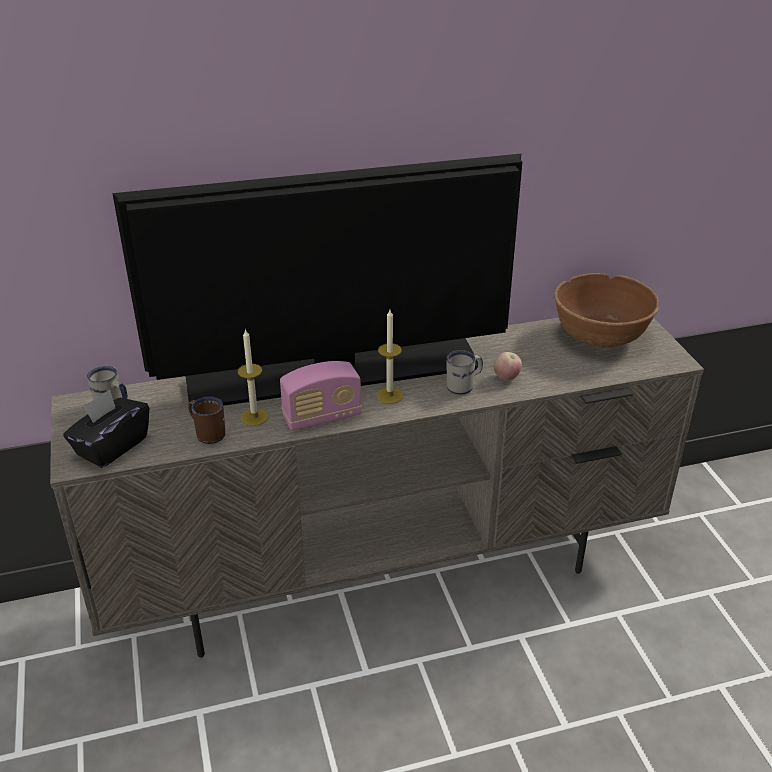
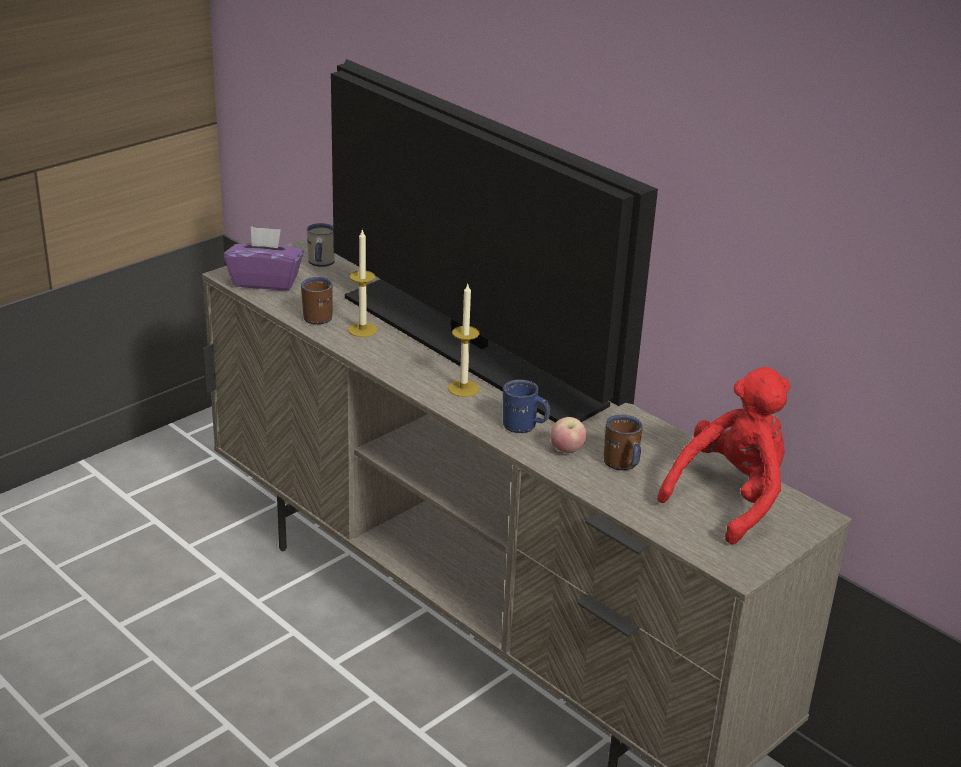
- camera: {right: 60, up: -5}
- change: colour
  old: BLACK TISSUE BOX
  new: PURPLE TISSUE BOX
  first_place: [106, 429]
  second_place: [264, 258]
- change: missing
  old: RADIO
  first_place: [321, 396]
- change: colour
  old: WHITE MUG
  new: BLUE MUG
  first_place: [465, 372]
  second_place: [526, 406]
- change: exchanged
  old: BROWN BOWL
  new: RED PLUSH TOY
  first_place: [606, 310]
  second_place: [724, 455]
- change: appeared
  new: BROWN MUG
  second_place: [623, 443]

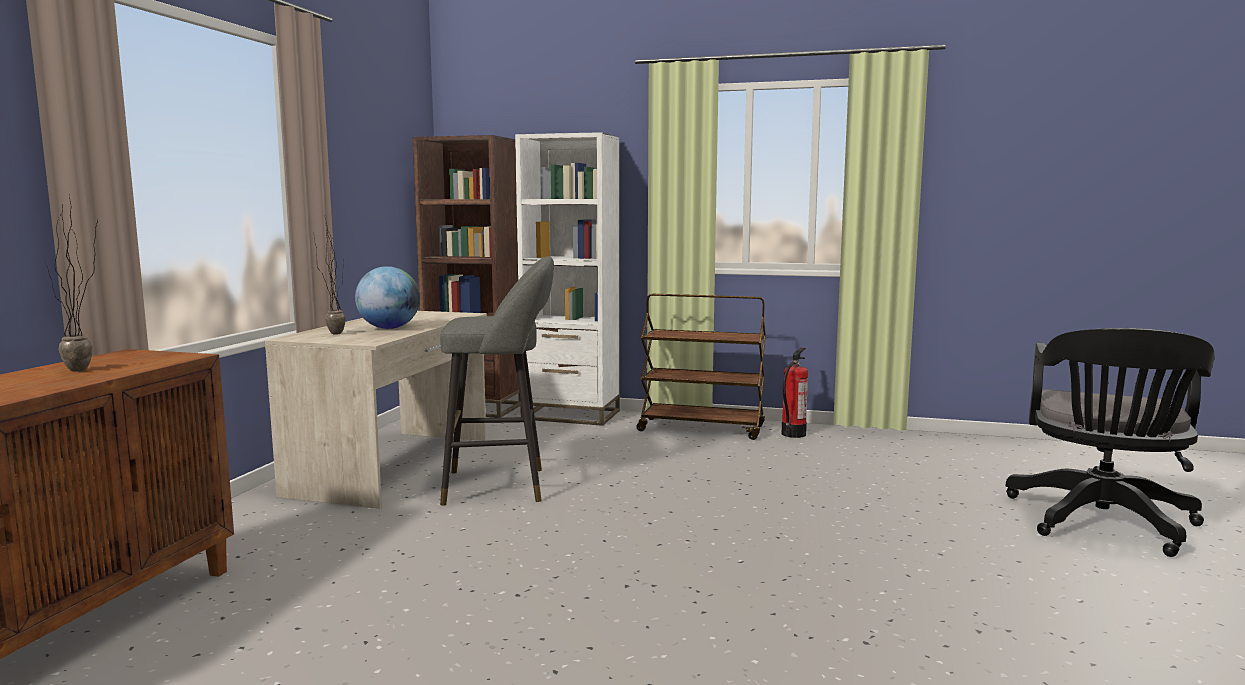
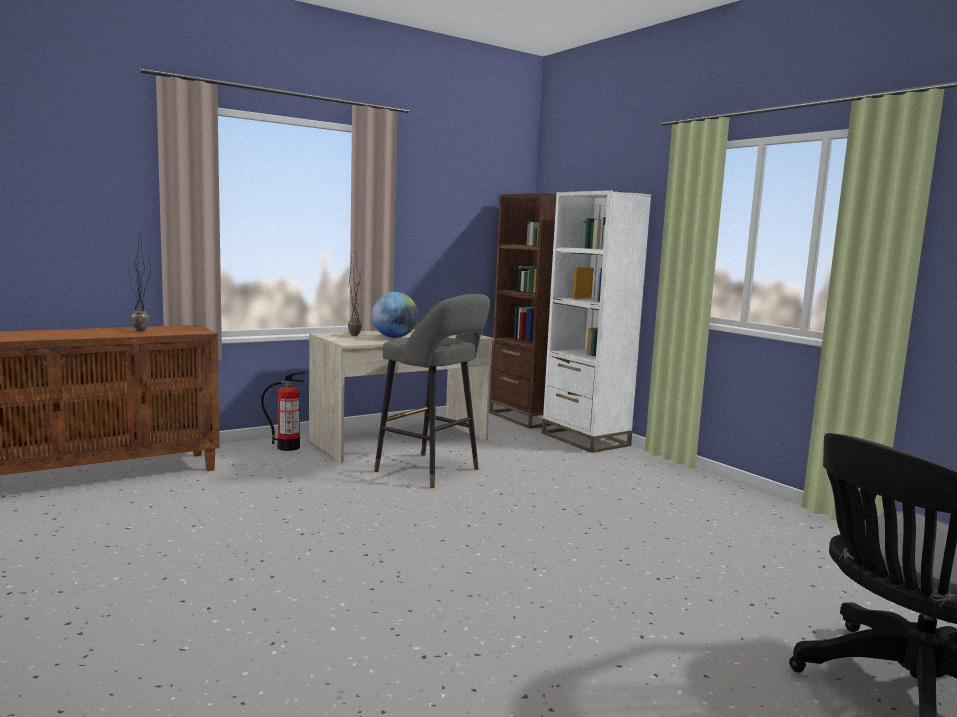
- camera: {right: 40, up: 0}
- change: missing
  old: BROWN CART
  first_place: [701, 367]
- change: relocated
  old: FIRE EXTINGUISHER
  first_place: [795, 392]
  second_place: [283, 411]

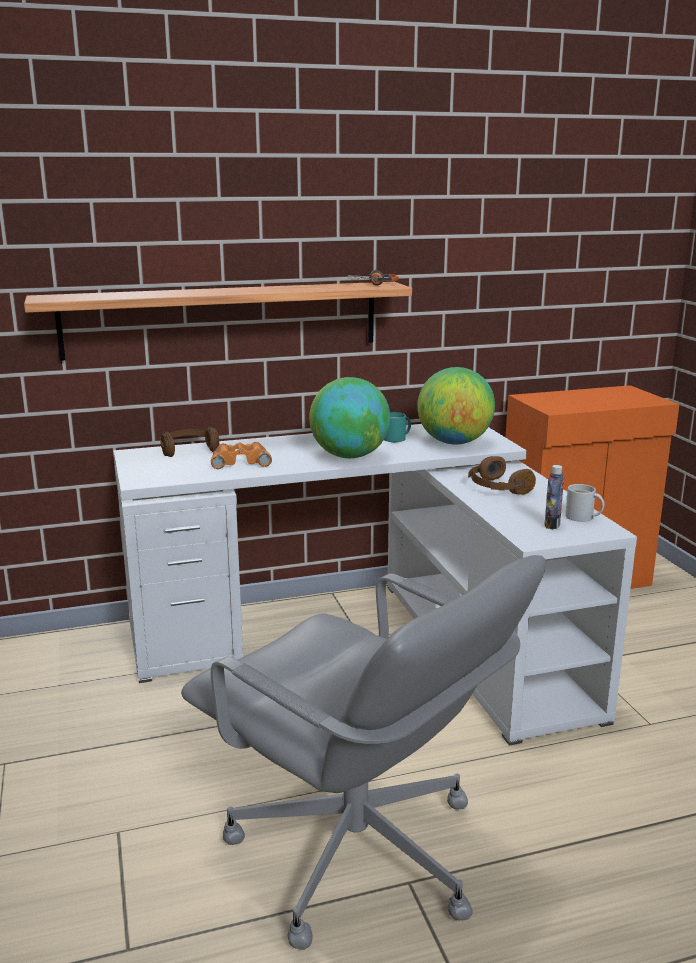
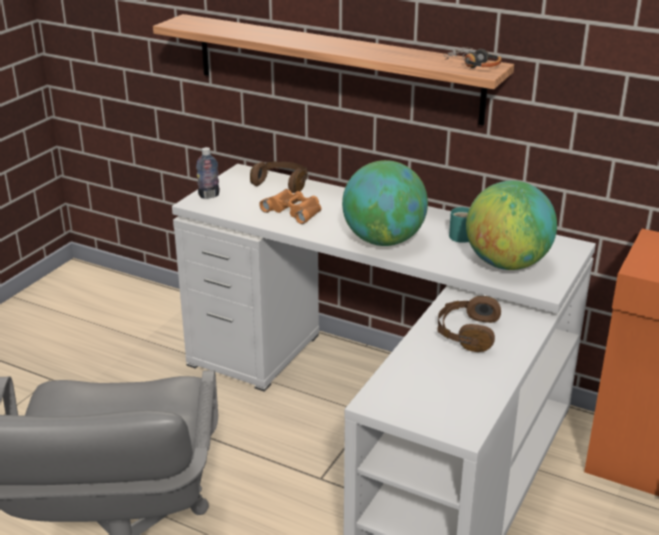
- camera: {right: 45, up: 10}
- change: relocated
  old: BOTTLE
  first_place: [554, 497]
  second_place: [208, 173]
- change: missing
  old: WHITE MUG
  first_place: [584, 503]

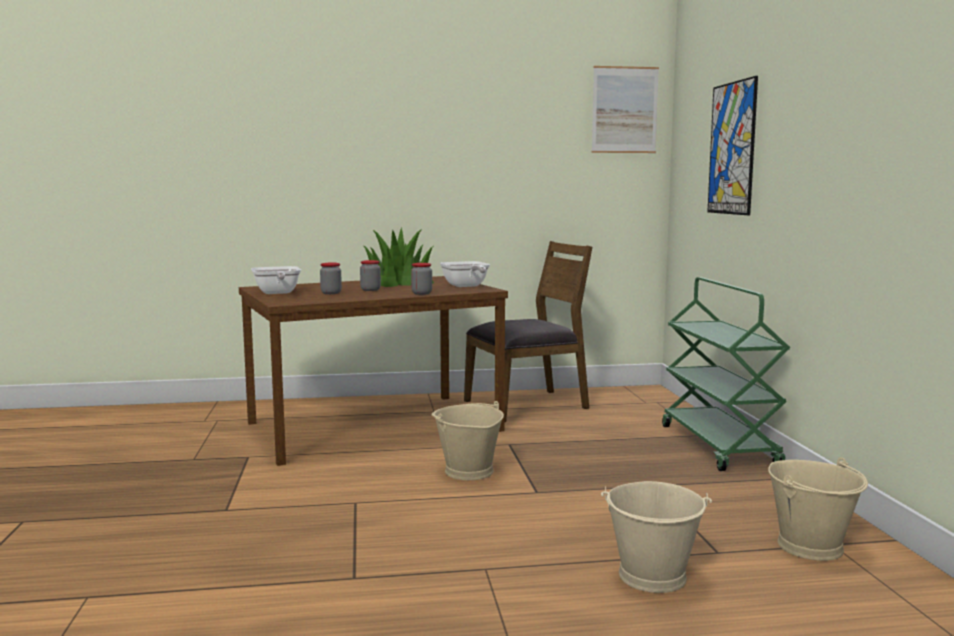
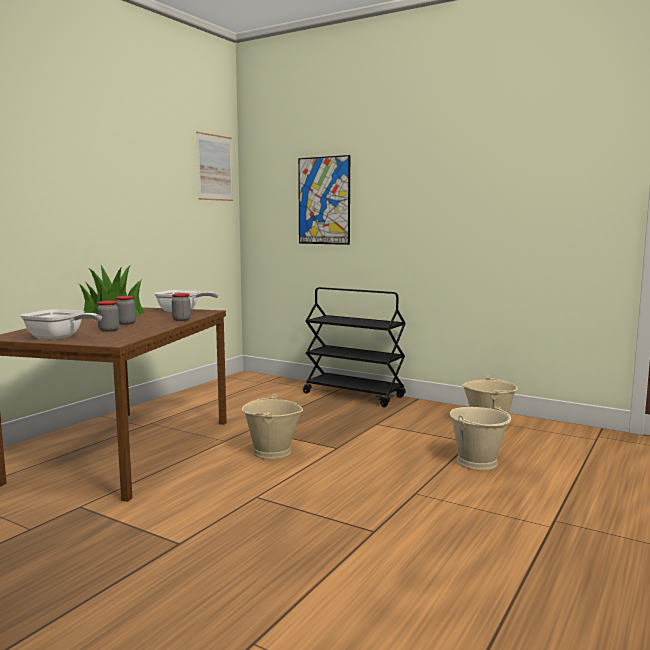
- camera: {right: -50, up: 0}
- change: missing
  old: BROWN CHAIR
  first_place: [528, 331]
- change: colour
  old: GREEN CART
  new: BLACK CART
  first_place: [726, 374]
  second_place: [354, 347]

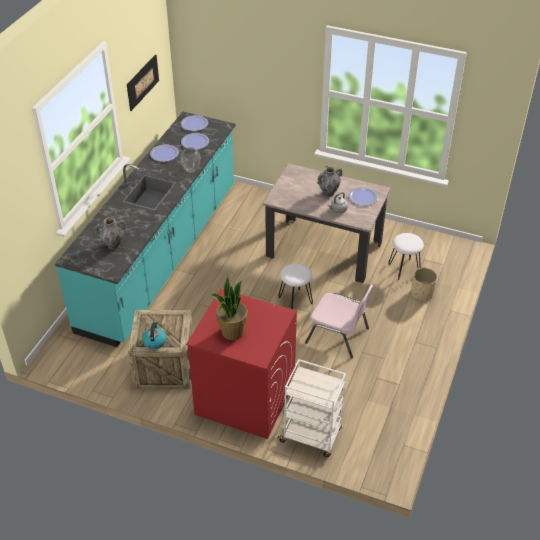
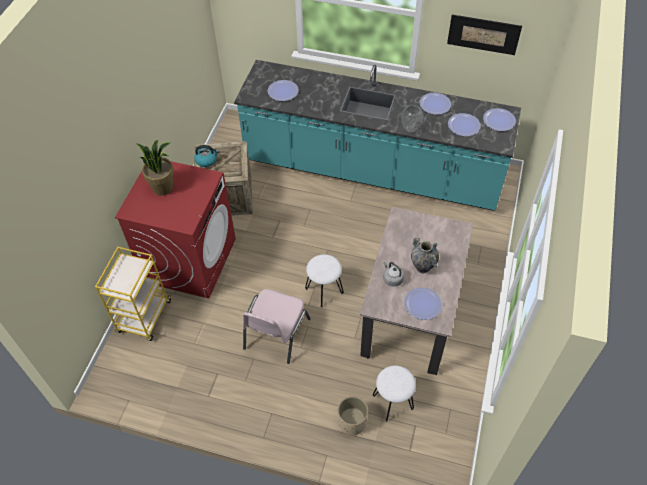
- camera: {right: 85, up: 10}
- change: exchanged
  old: VASE
  new: PLATE
  first_place: [110, 233]
  second_place: [283, 90]
- change: colour
  old: WHITE CART
  new: YELLOW CART
  first_place: [311, 408]
  second_place: [133, 294]

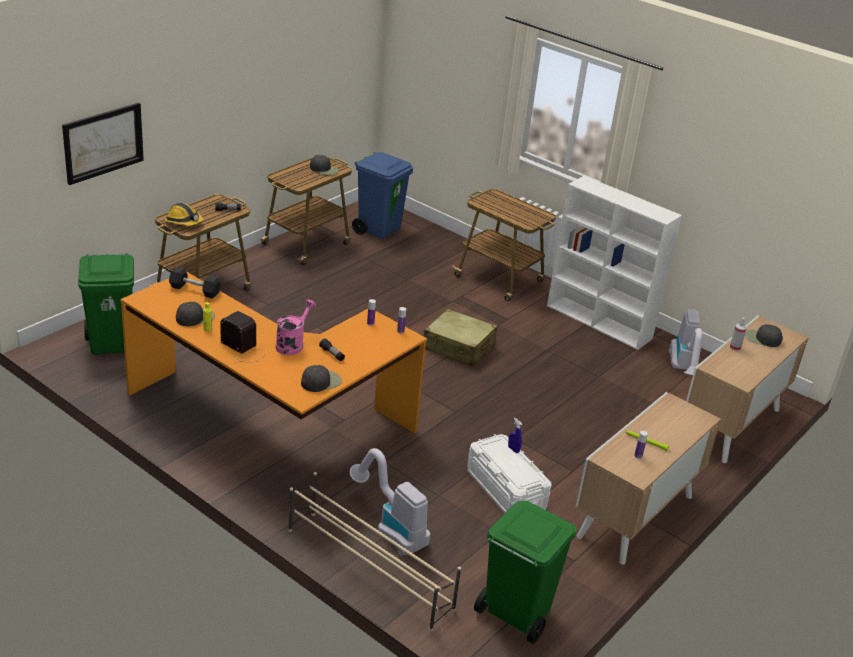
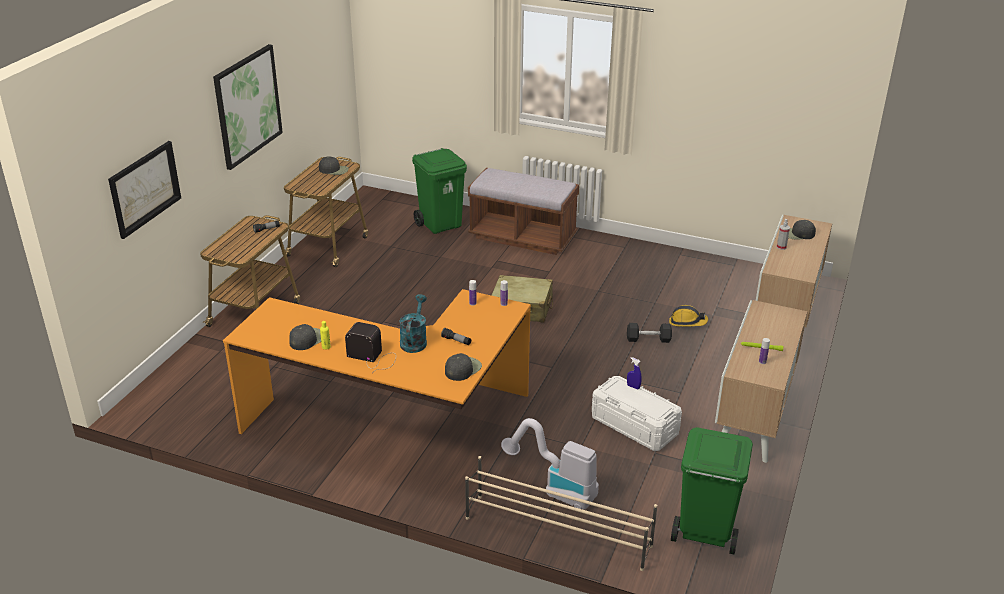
- camera: {right: -15, up: 0}
- change: relocated
  old: GREEN TRASH CAN
  first_place: [106, 304]
  second_place: [439, 191]
- change: relocated
  old: HARD HAT
  first_place: [184, 214]
  second_place: [688, 316]
- change: relocated
  old: BLACK DUMBBELL
  first_place: [195, 282]
  second_place: [649, 333]
- change: colour
  old: PINK WATERING CAN
  new: TURQUOISE WATERING CAN
  first_place: [296, 327]
  second_place: [413, 323]
- change: missing
  old: BLUE TRASH CAN
  first_place: [382, 195]
- change: exchanged
  old: CART
  new: BROWN BENCH
  first_place: [504, 245]
  second_place: [523, 211]
- change: missing
  old: WHITE BOOKCASE
  first_place: [614, 263]
- change: missing
  old: VACUUM CLEANER
  first_place: [686, 342]
- change: appeared
  new: PICTURE
  second_place: [248, 107]

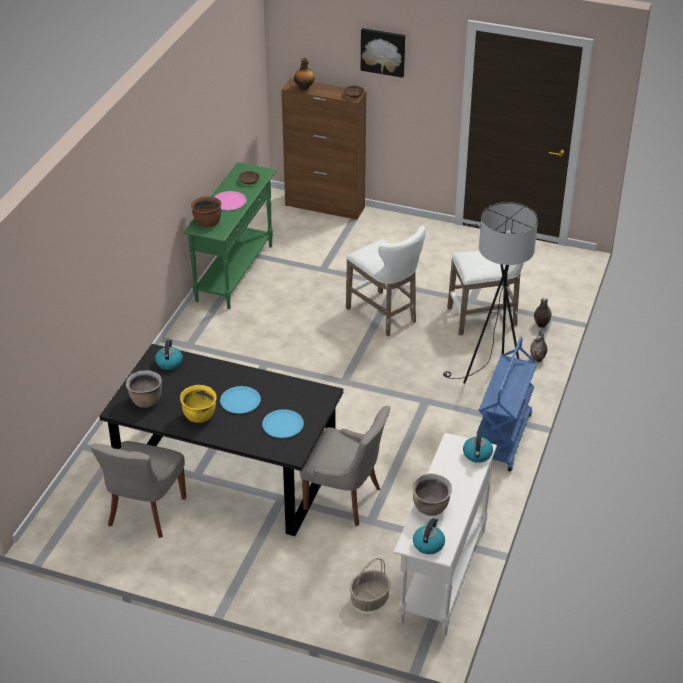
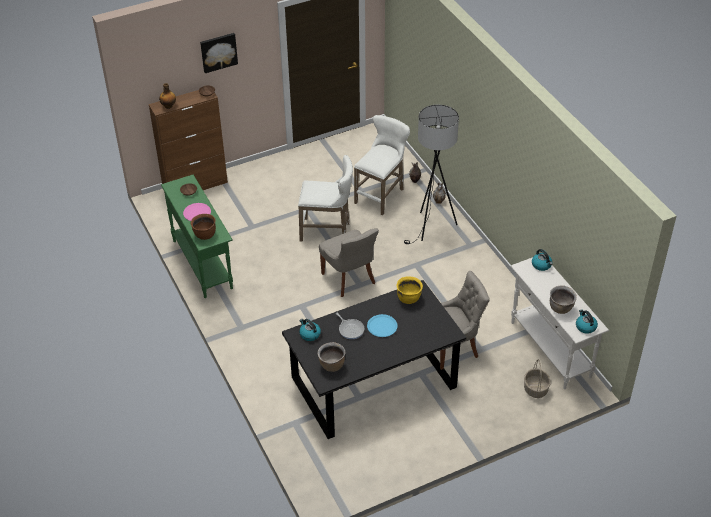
- camera: {right: -45, up: 5}
- change: relocated
  old: GREY CHAIR
  first_place: [138, 489]
  second_place: [349, 262]
- change: relocated
  old: YELLOW COOKING POT
  first_place: [198, 404]
  second_place: [409, 290]
- change: missing
  old: BLUE PLATE
  first_place: [283, 423]
- change: missing
  old: BLUE CART
  first_place: [506, 404]
- change: appeared
  new: FRYING PAN
  second_place: [350, 326]

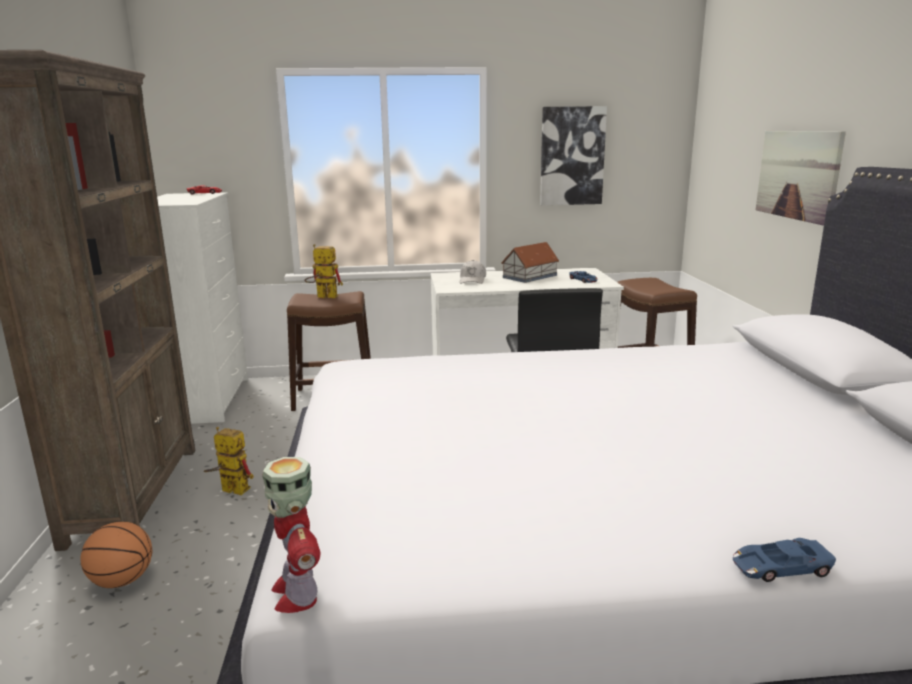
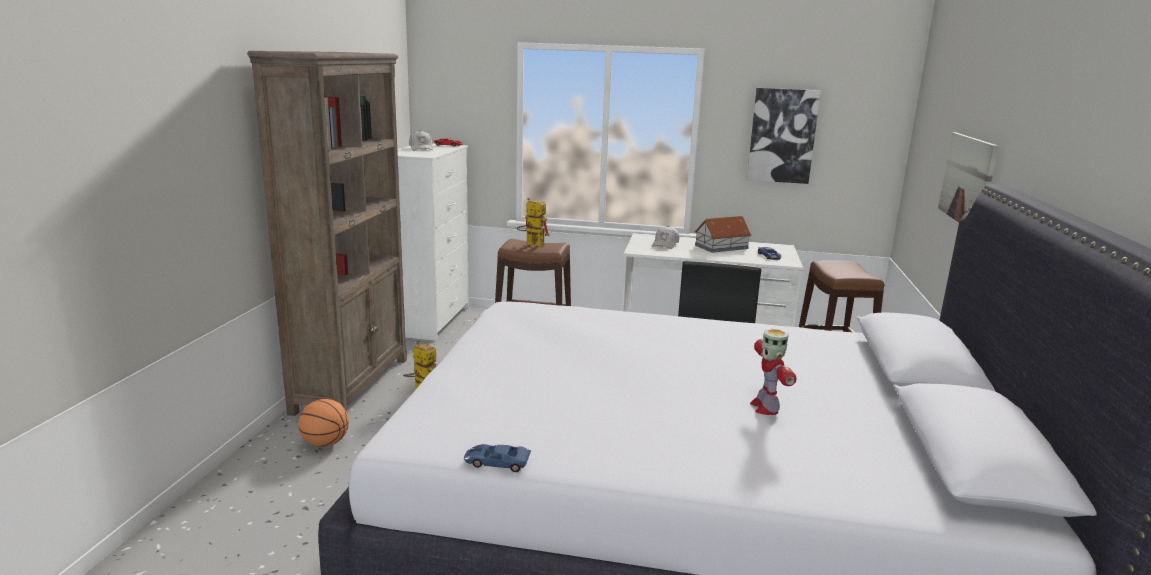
- camera: {right: 15, up: 0}
- change: relocated
  old: TOY ROBOT
  first_place: [291, 535]
  second_place: [773, 372]
- change: relocated
  old: BLUE TOY CAR
  first_place: [784, 560]
  second_place: [497, 458]
- change: appeared
  new: WHITE CAP
  second_place: [421, 141]

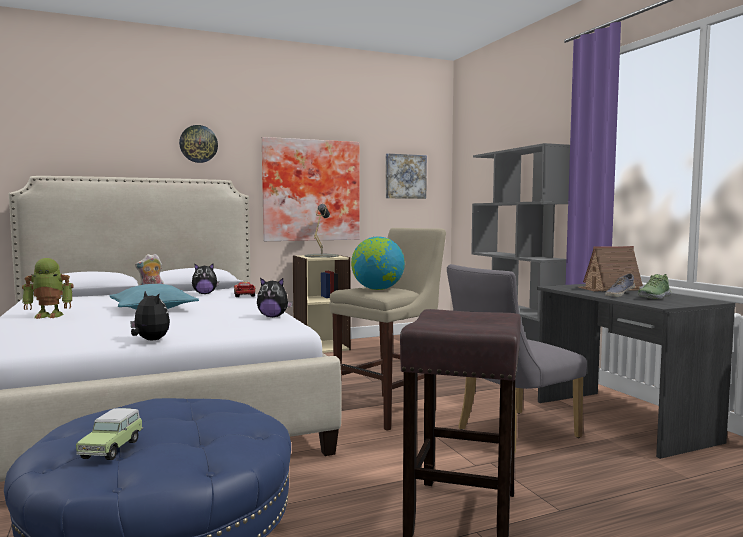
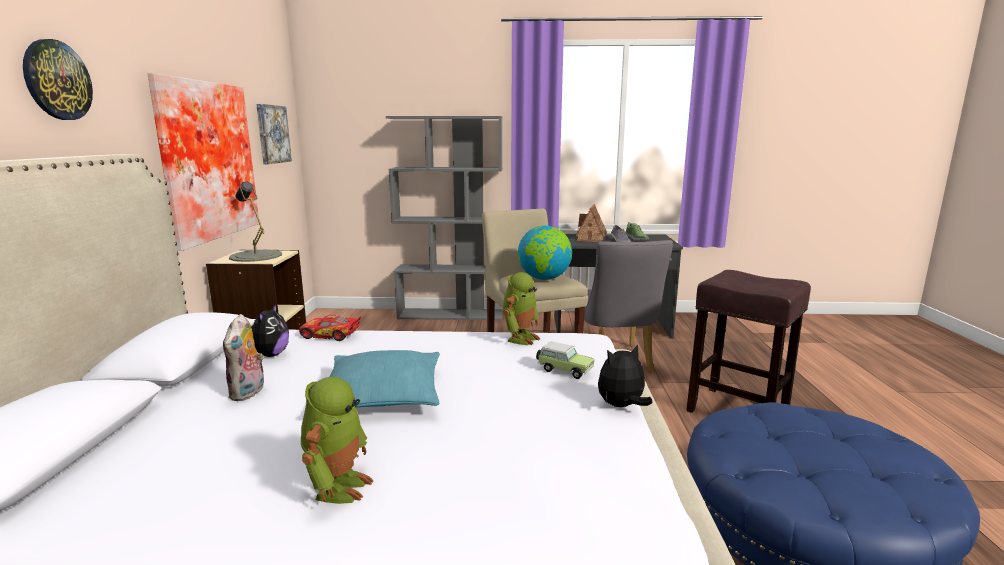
- camera: {right: -65, up: 10}
- change: relocated
  old: TOY CAR
  first_place: [109, 434]
  second_place: [565, 360]
- change: exchanged
  old: PLUSH TOY
  new: TOY ROBOT
  first_place: [275, 297]
  second_place: [521, 308]

